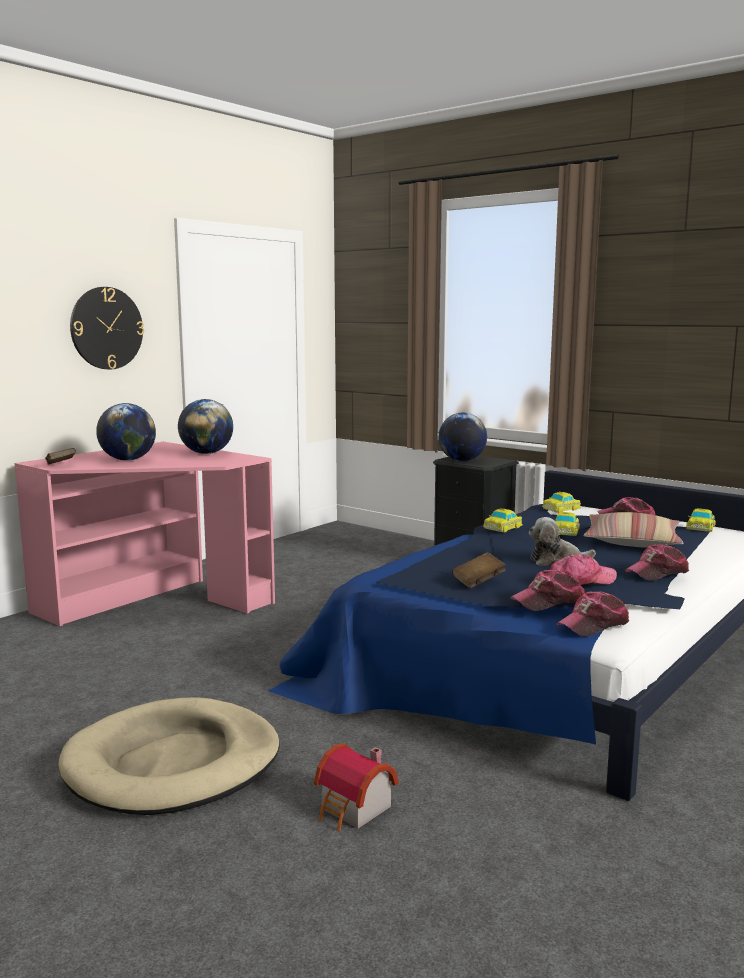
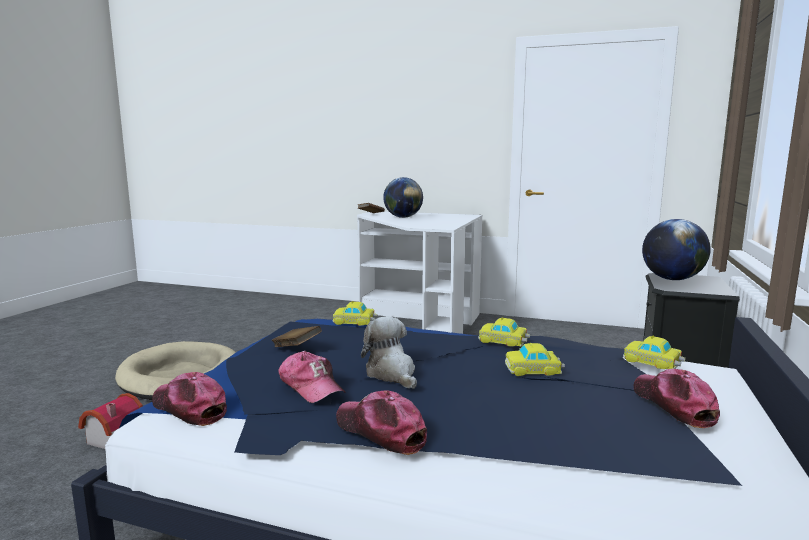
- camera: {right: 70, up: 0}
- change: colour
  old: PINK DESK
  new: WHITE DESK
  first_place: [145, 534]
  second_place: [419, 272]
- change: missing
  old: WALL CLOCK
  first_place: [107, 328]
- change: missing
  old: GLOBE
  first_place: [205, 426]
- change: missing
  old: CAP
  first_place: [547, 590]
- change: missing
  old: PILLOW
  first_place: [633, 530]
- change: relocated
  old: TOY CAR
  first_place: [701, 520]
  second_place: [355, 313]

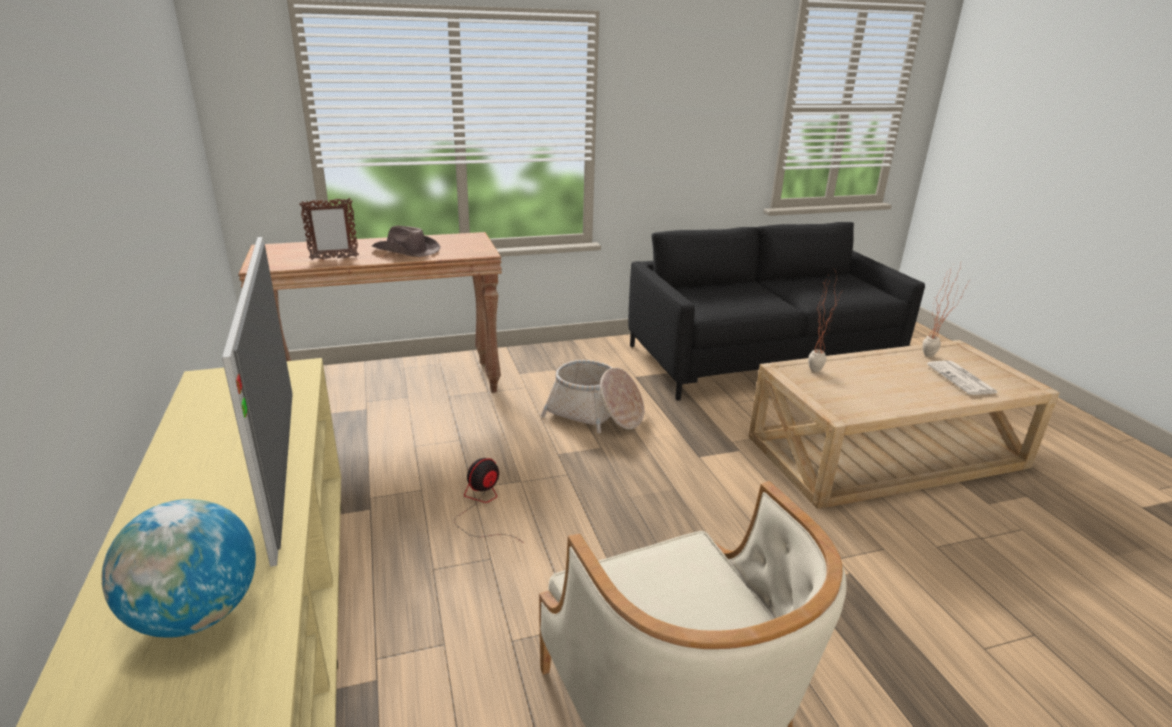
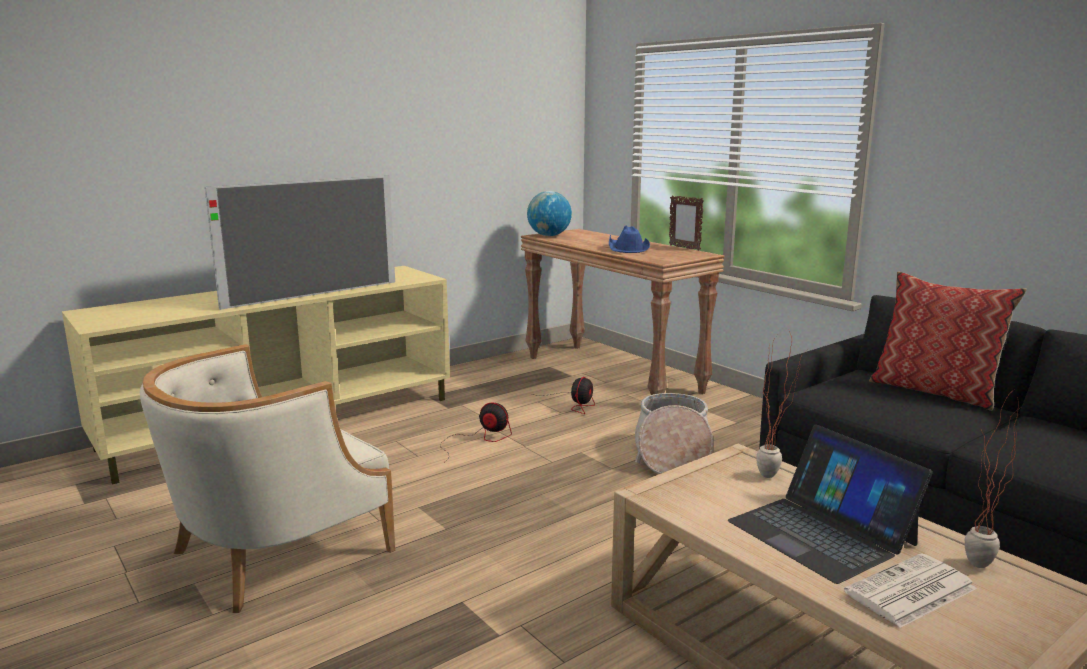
- camera: {right: 70, up: -10}
- change: relocated
  old: GLOBE
  first_place: [178, 568]
  second_place: [549, 213]
- change: relocated
  old: PICTURE FRAME
  first_place: [329, 229]
  second_place: [686, 223]
- change: colour
  old: BROWN HAT
  new: BLUE HAT
  first_place: [406, 241]
  second_place: [629, 239]
- change: appeared
  new: FAN
  second_place: [563, 395]
- change: appeared
  new: LAPTOP
  second_place: [830, 504]
- change: appeared
  new: PILLOW
  second_place: [948, 341]

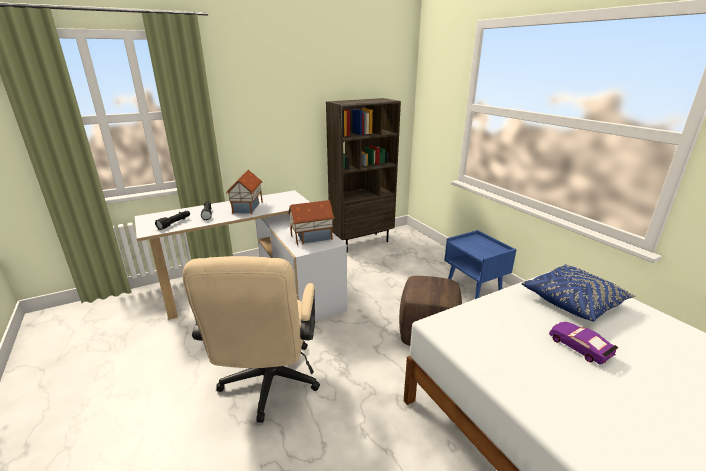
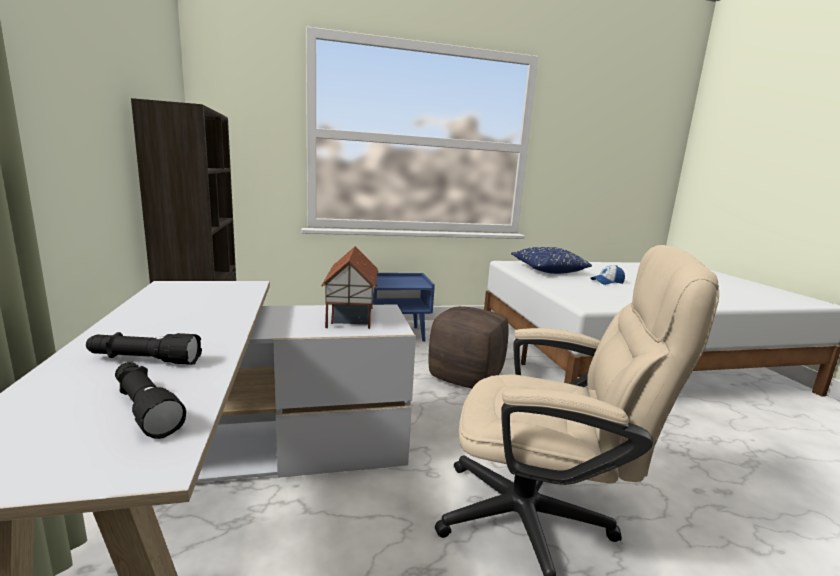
- camera: {right: -75, up: -10}
- change: missing
  old: TOY HOUSE
  first_place: [245, 192]
- change: exchanged
  old: PURPLE TOY CAR
  new: CAP
  first_place: [583, 343]
  second_place: [607, 275]

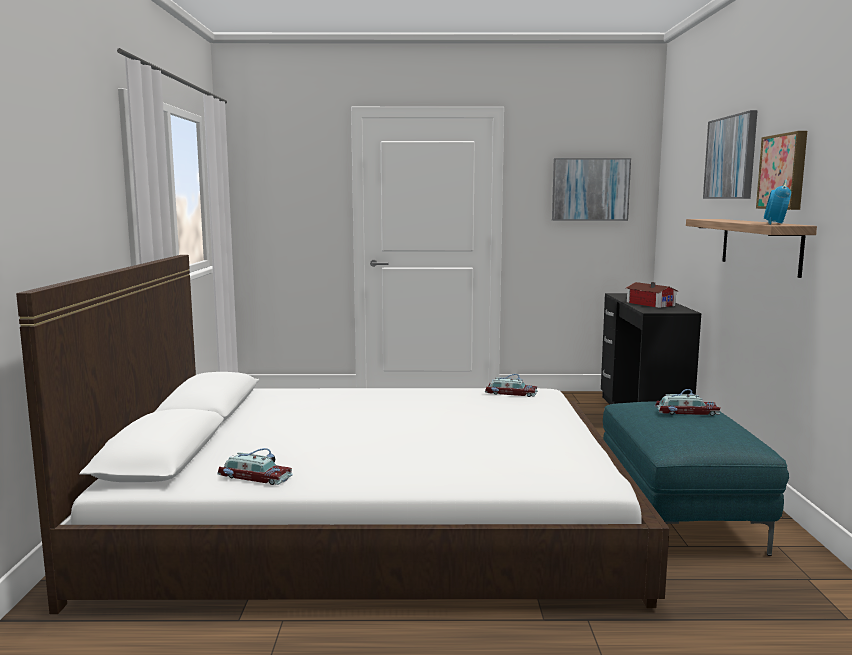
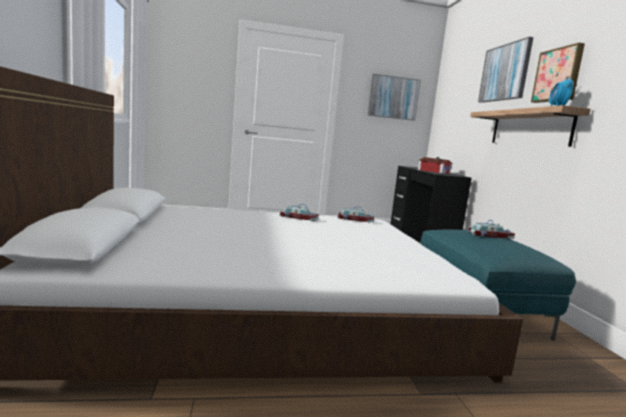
- camera: {right: -10, up: 0}
- change: relocated
  old: TOY CAR
  first_place: [255, 466]
  second_place: [299, 212]

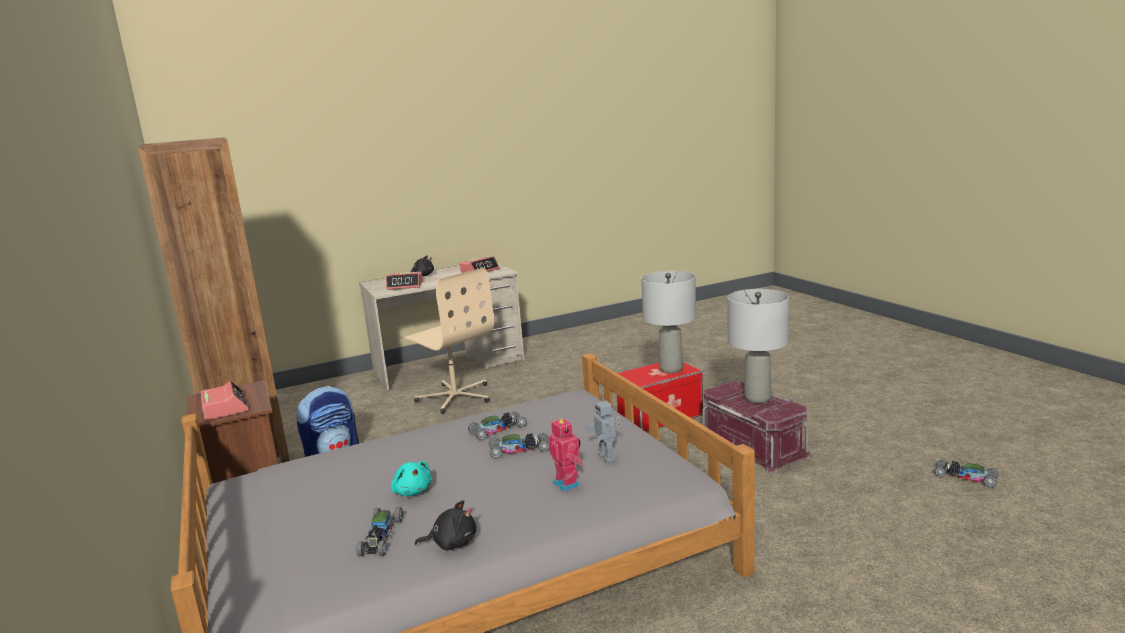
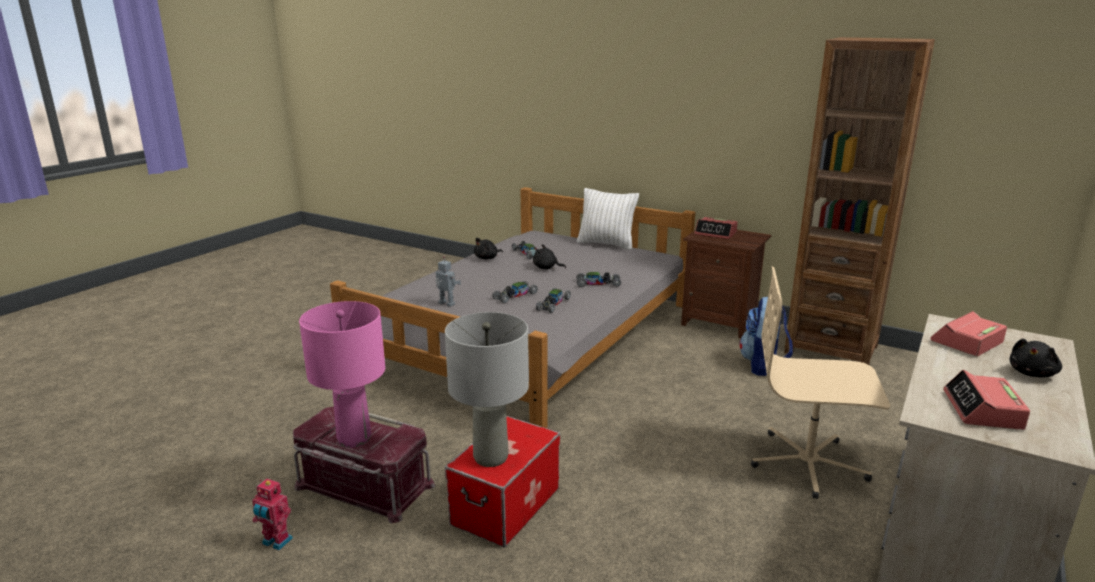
- camera: {right: 145, up: 5}
- change: colour
  old: TURQUOISE PLUSH TOY
  new: BLACK PLUSH TOY
  first_place: [411, 478]
  second_place: [549, 257]
- change: relocated
  old: TOY ROBOT
  first_place: [566, 454]
  second_place: [272, 514]
- change: colour
  old: GREY TABLE LAMP
  new: PINK TABLE LAMP
  first_place: [758, 346]
  second_place: [342, 374]
- change: relocated
  old: TOY CAR
  first_place: [966, 474]
  second_place: [598, 279]
- change: appeared
  new: WHITE PILLOW
  second_place: [608, 219]

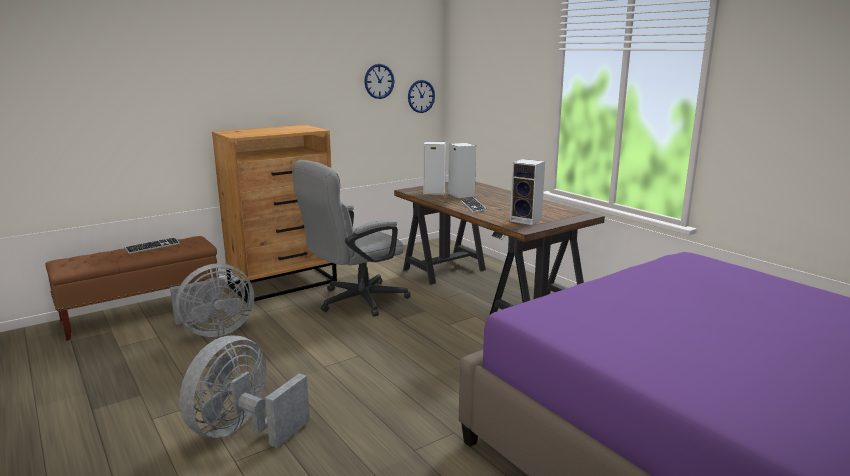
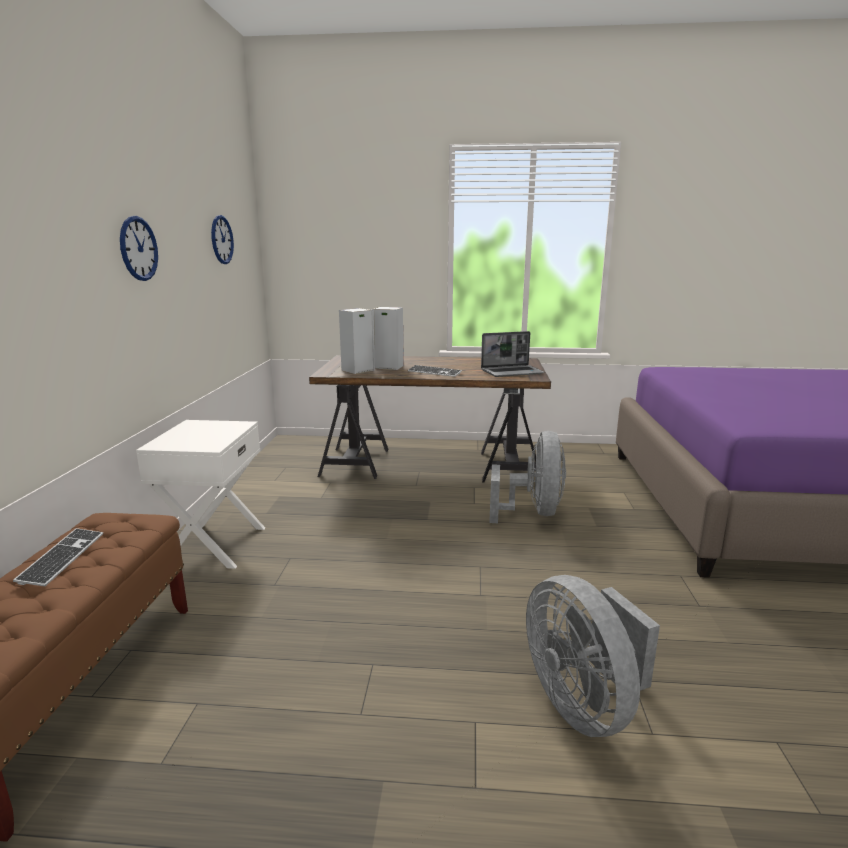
- camera: {right: -50, up: 0}
- change: relocated
  old: GREY FAN
  first_place: [212, 300]
  second_place: [527, 477]
- change: exchanged
  old: BROWN DRESSER
  new: WHITE NIGHTSTAND
  first_place: [274, 214]
  second_place: [200, 494]
- change: missing
  old: GREY OFFICE CHAIR
  first_place: [351, 238]
- change: relocated
  old: WALL CLOCK
  first_place: [421, 96]
  second_place: [139, 248]
- change: exchanged
  old: SPEAKER
  new: LAPTOP
  first_place: [527, 192]
  second_place: [513, 354]

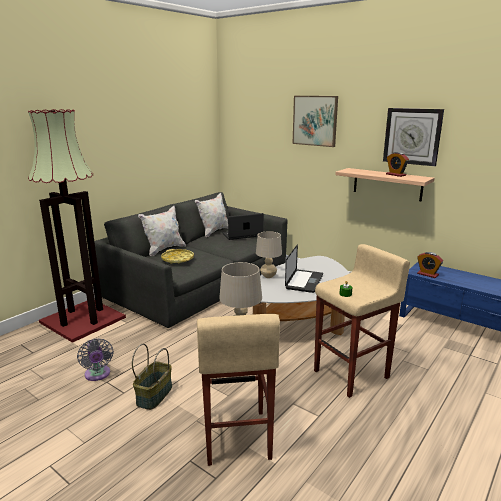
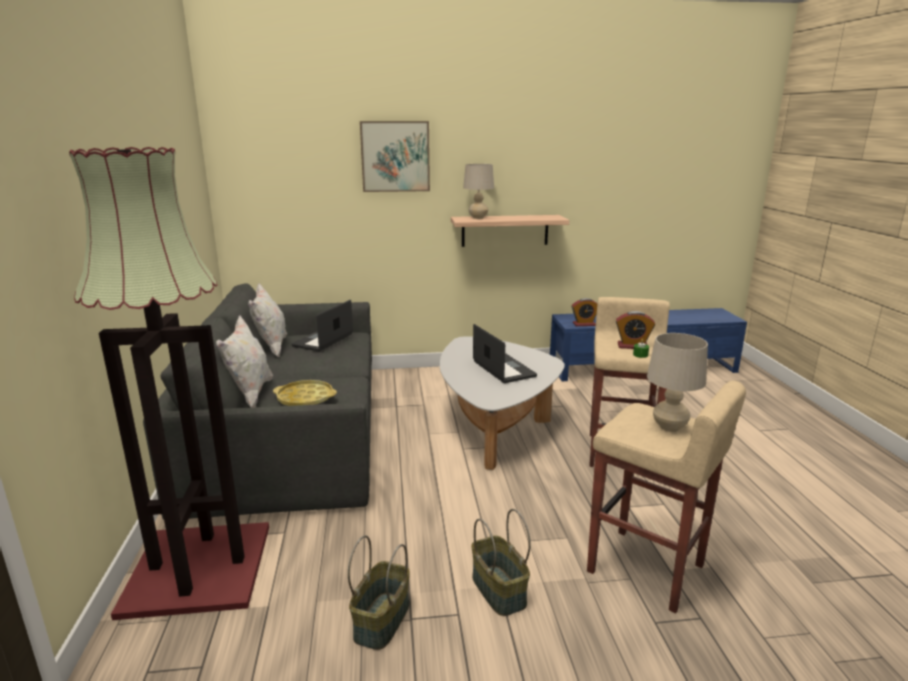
- camera: {right: -45, up: 0}
- change: exchanged
  old: GREY FAN
  new: BASKET
  first_place: [95, 359]
  second_place: [379, 592]
- change: relocated
  old: BEIGE TABLE LAMP
  first_place: [269, 254]
  second_place: [478, 191]
- change: missing
  old: WALL CLOCK
  first_place: [413, 137]
- change: relocated
  old: ALARM CLOCK
  first_place: [397, 164]
  second_place: [635, 330]

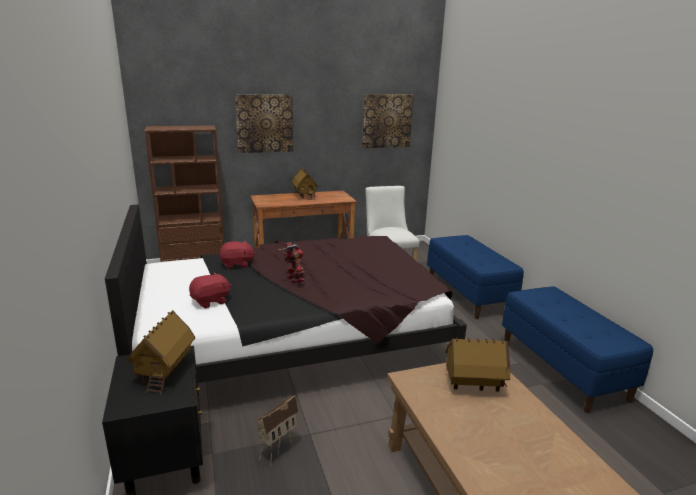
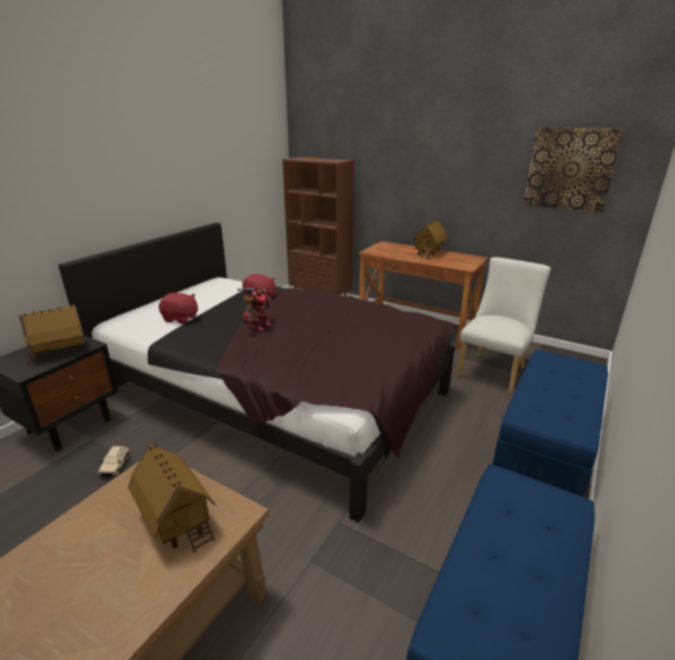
- camera: {right: 50, up: 5}
- change: missing
  old: PICTURE
  first_place: [264, 123]
- change: exchanged
  old: TOY HOUSE
  new: BEIGE TOY CAR
  first_place: [277, 431]
  second_place: [113, 461]

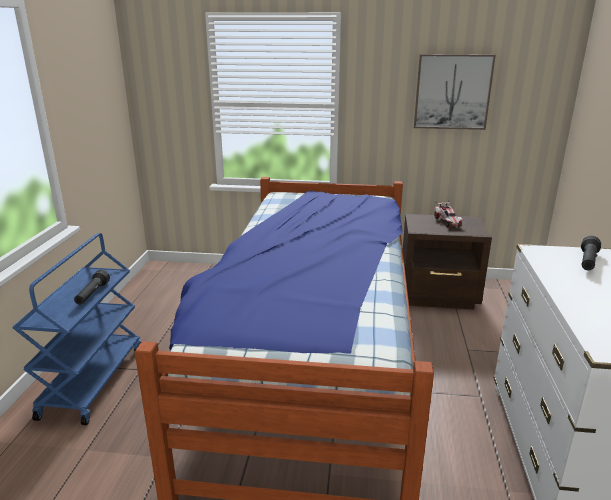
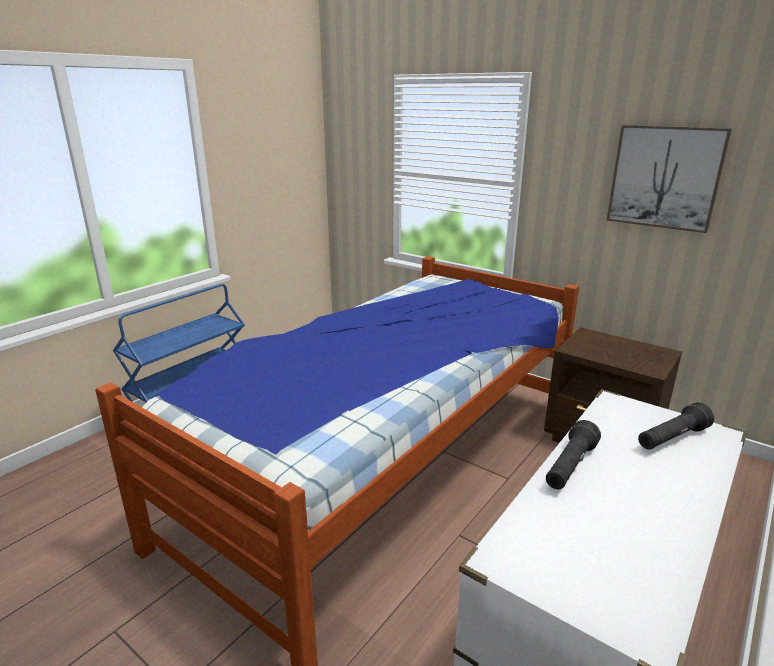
- camera: {right: 30, up: 0}
- change: relocated
  old: BLACK FLASHLIGHT
  first_place: [92, 287]
  second_place: [573, 454]
- change: missing
  old: TOY CAR
  first_place: [448, 213]

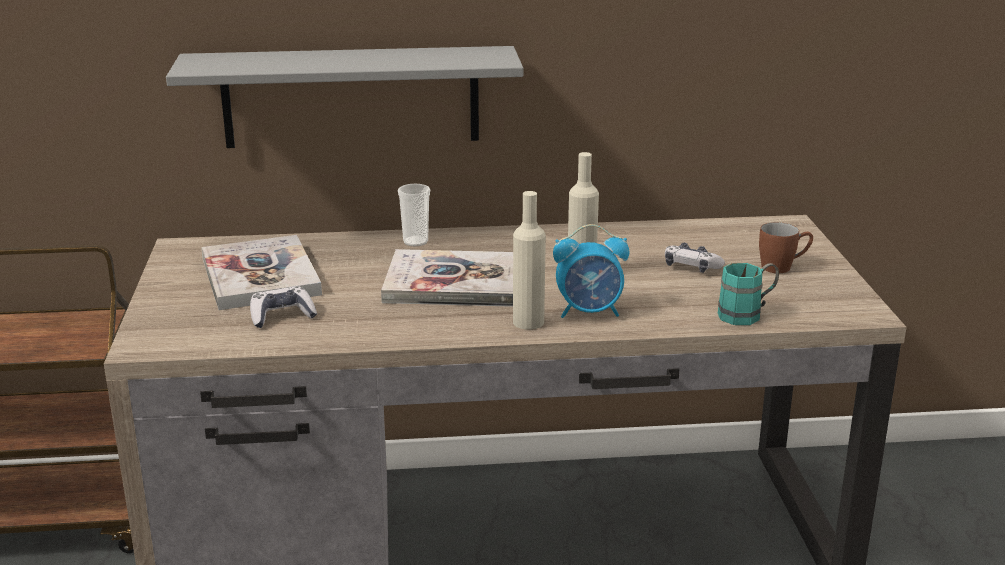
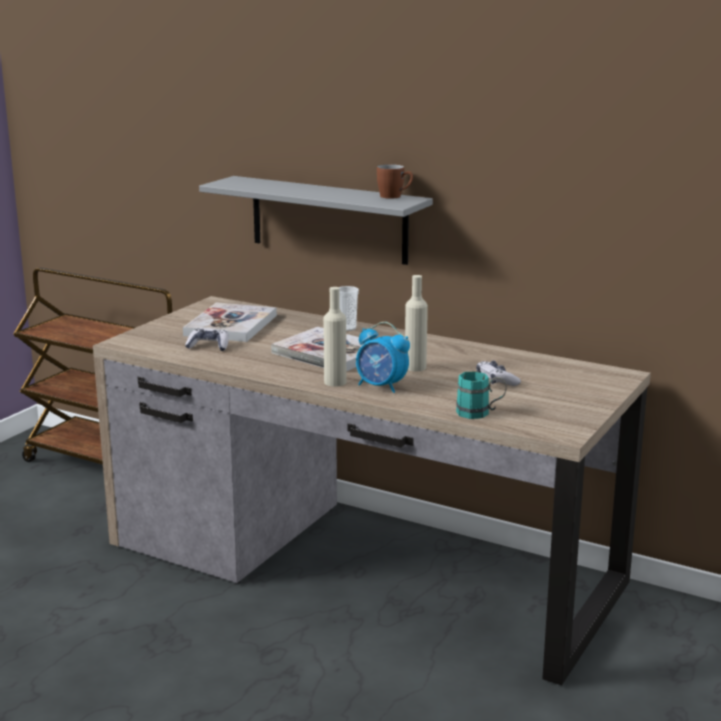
- camera: {right: 35, up: -5}
- change: relocated
  old: BROWN MUG
  first_place: [786, 247]
  second_place: [395, 181]

